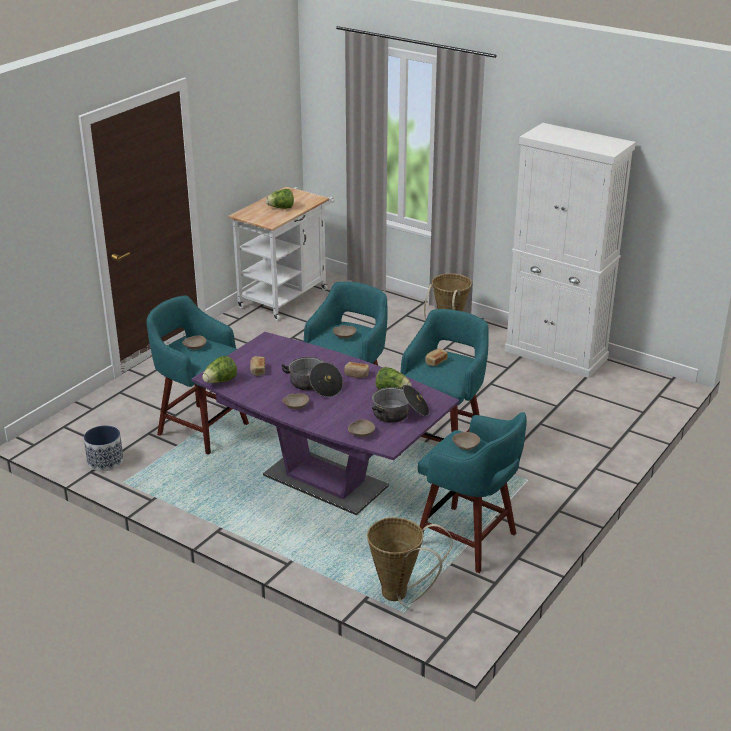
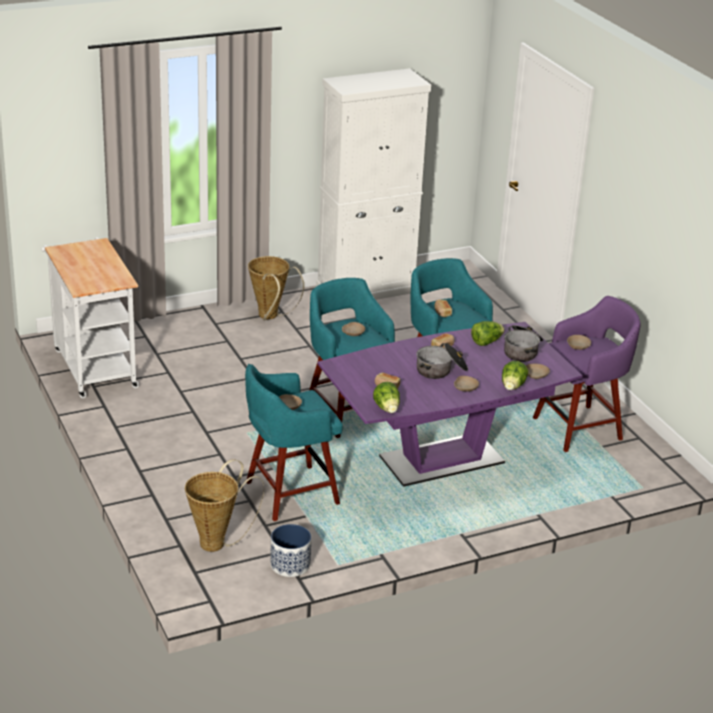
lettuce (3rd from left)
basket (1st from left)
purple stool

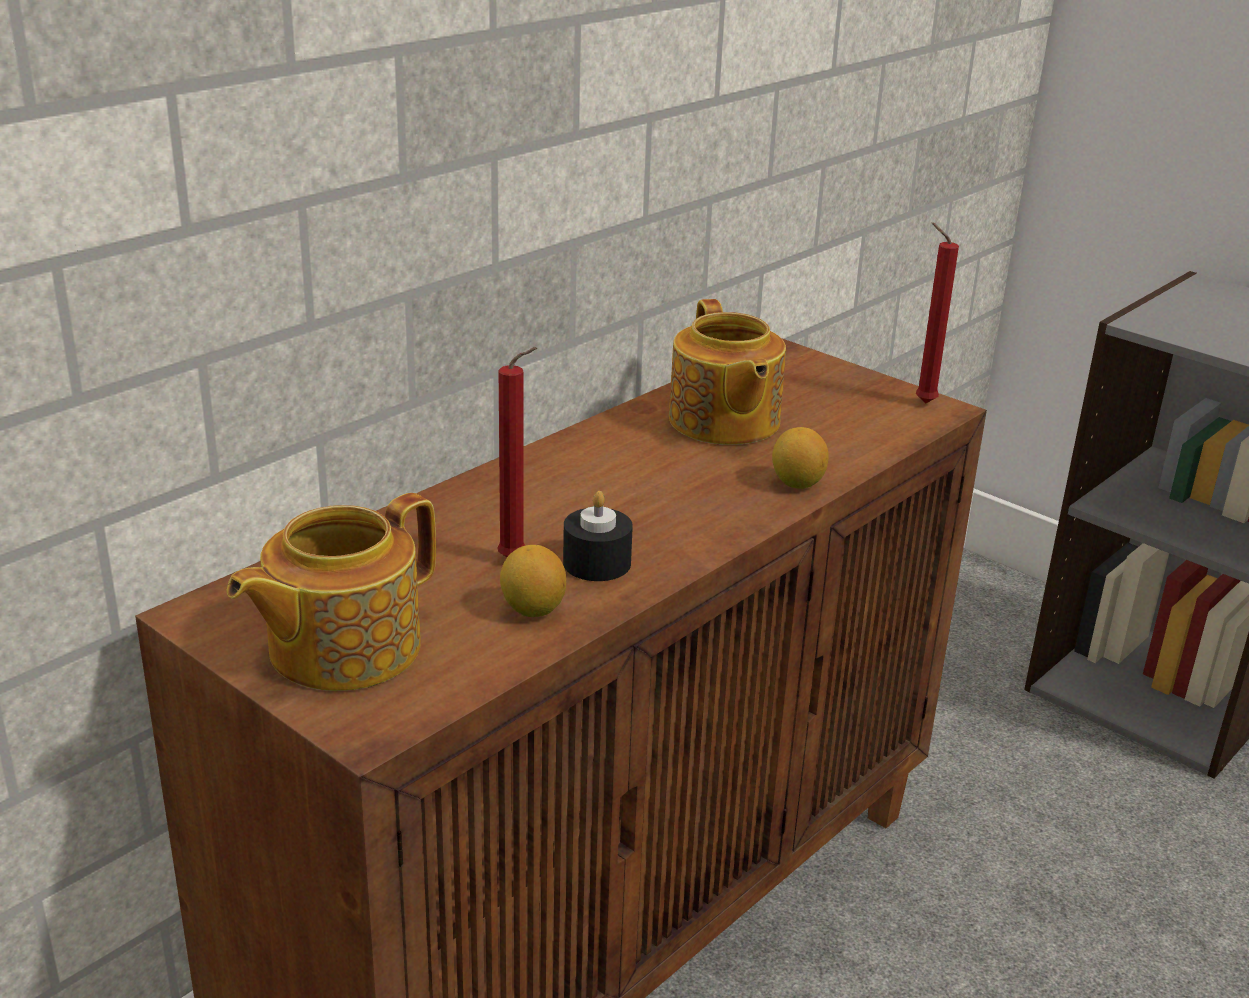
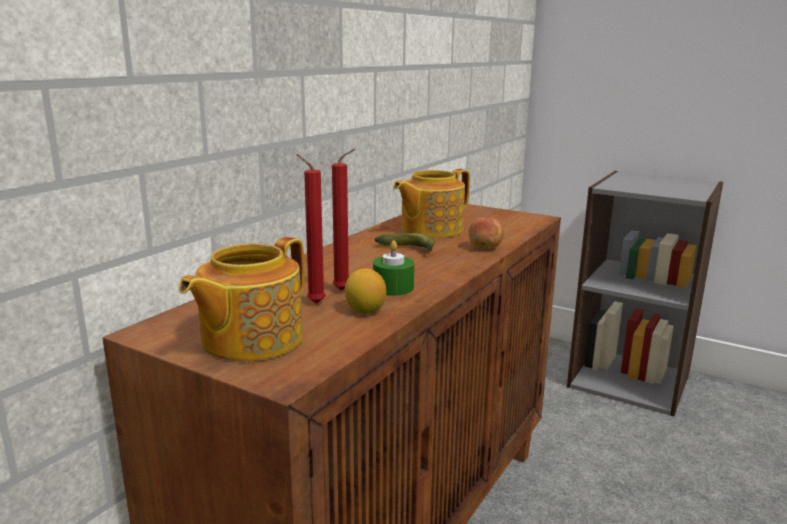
banana
red candle (1st from left)
apple
green candle
teapot (2nd from left)

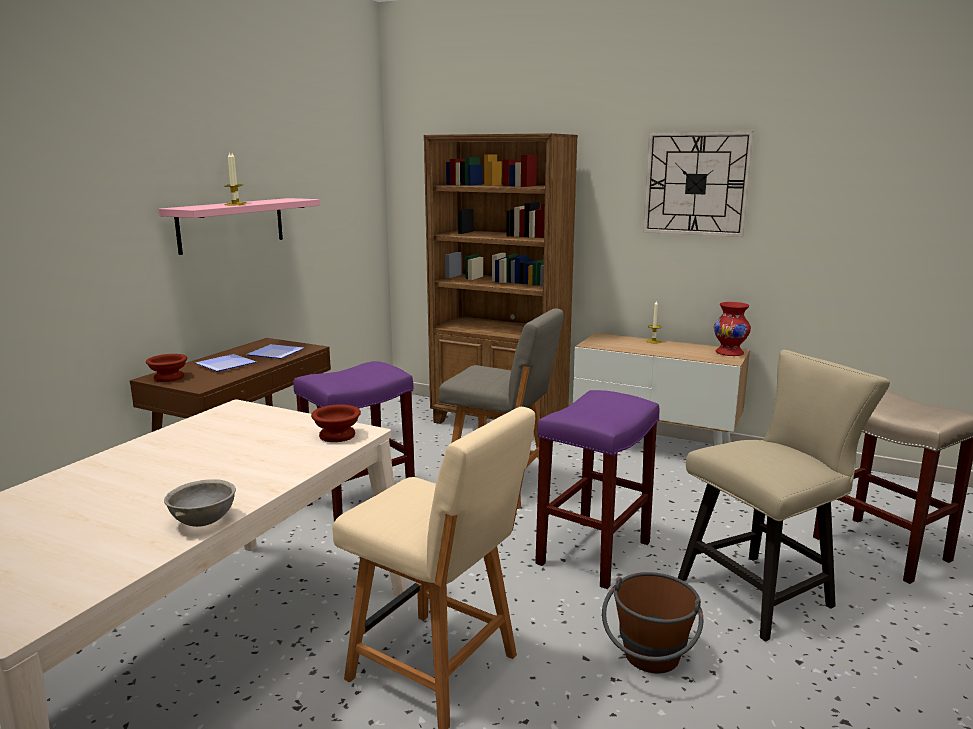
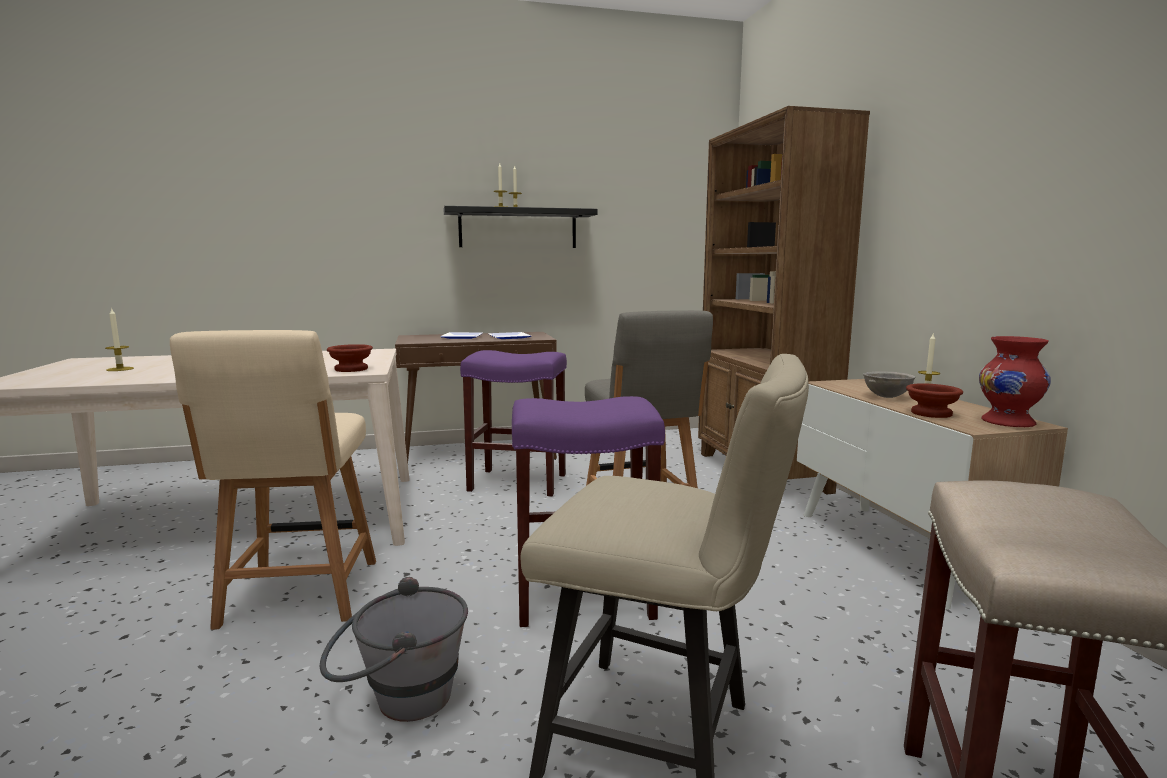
wall clock
candle (1st from left)
brown bowl (2nd from left)
grey bowl
black shelf
grey bucket

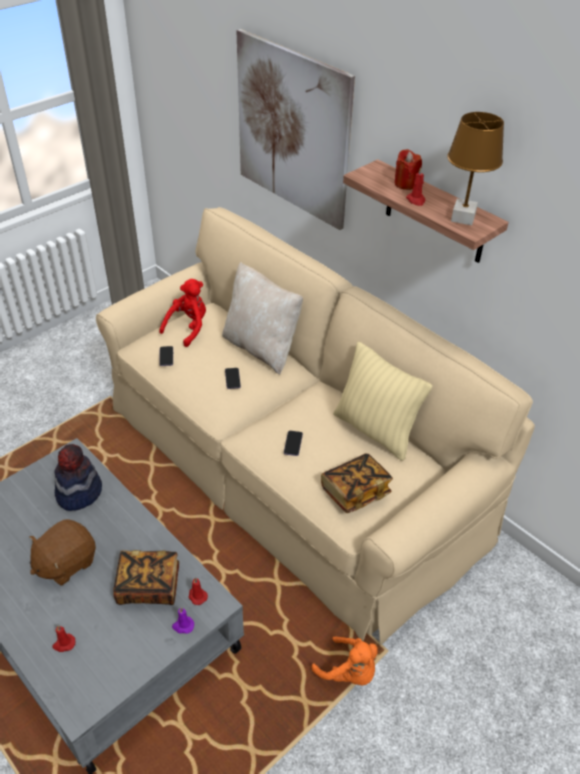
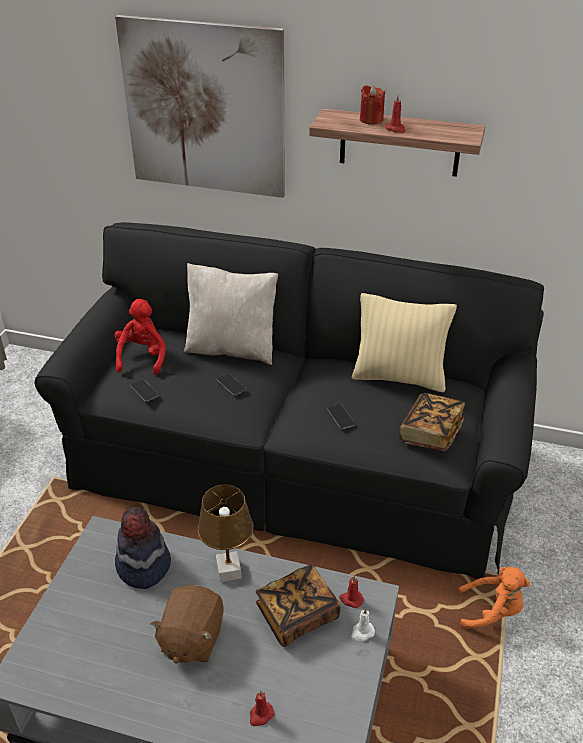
brown table lamp
black sofa
white candle

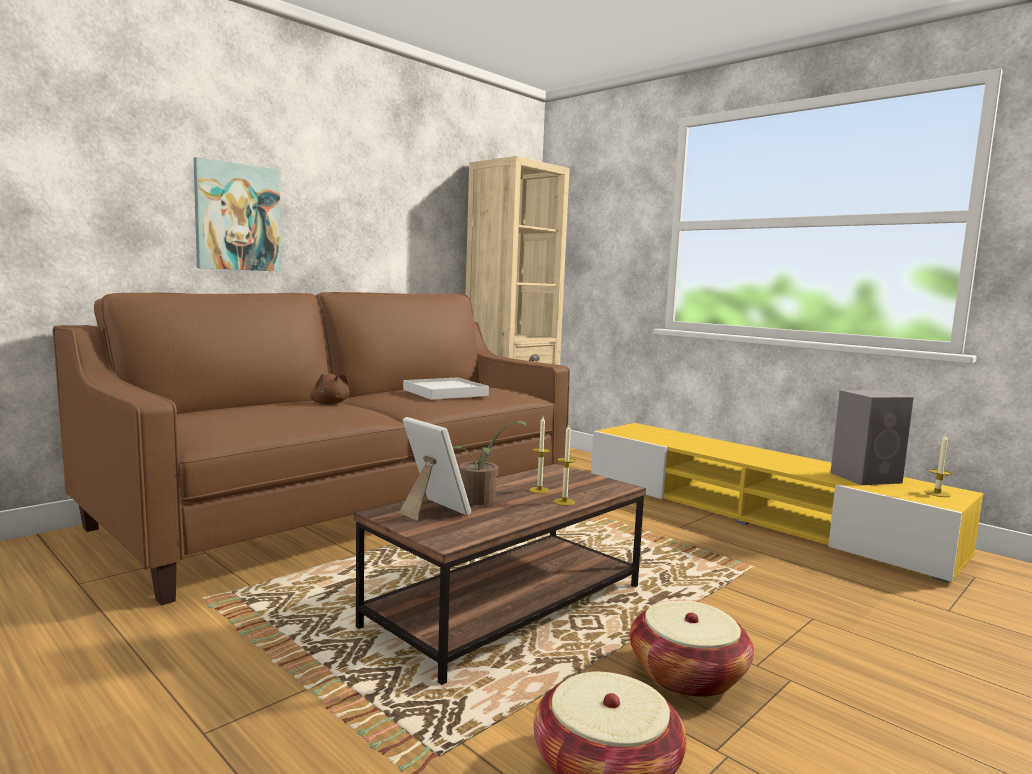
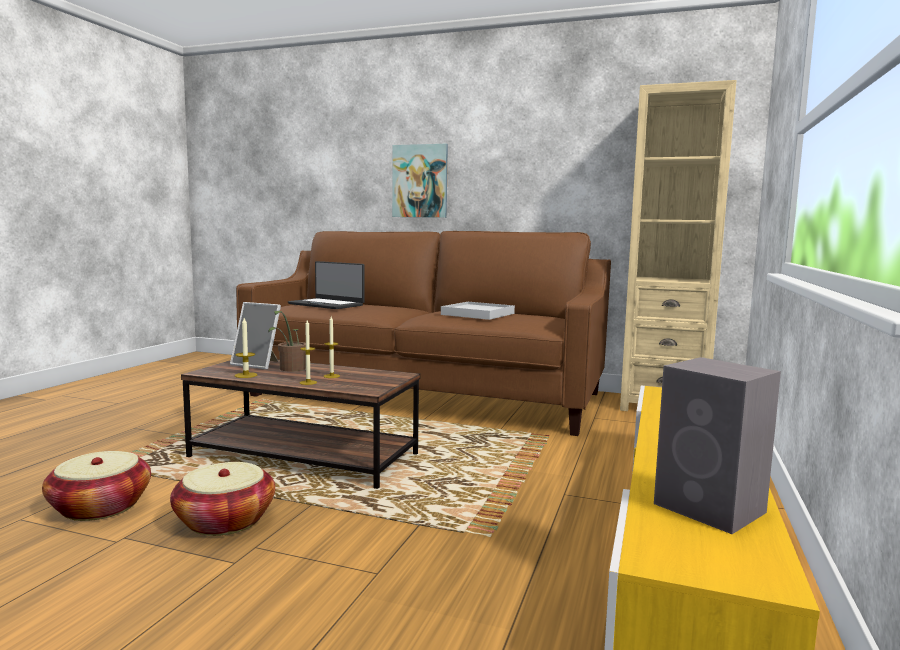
brown plush toy
laptop
candle (1st from left)
picture frame

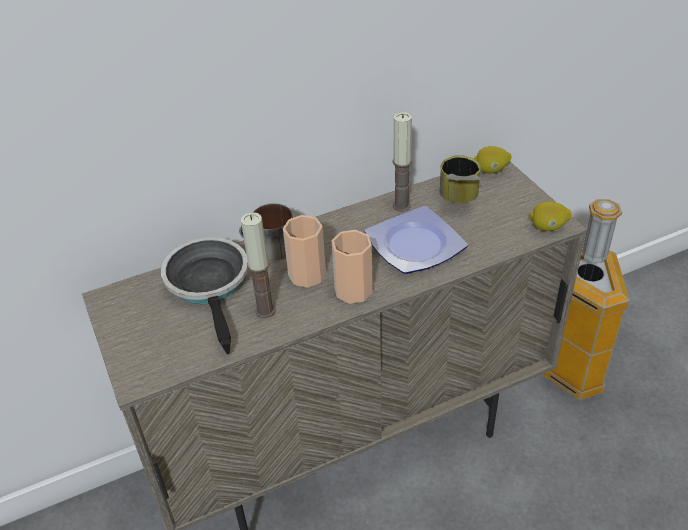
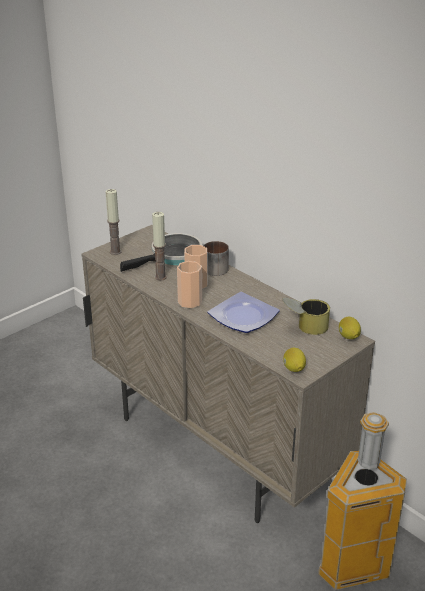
candle (1st from left)

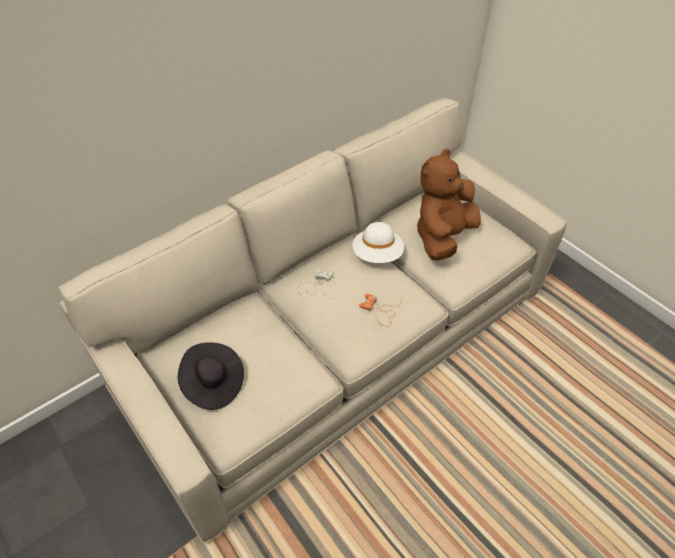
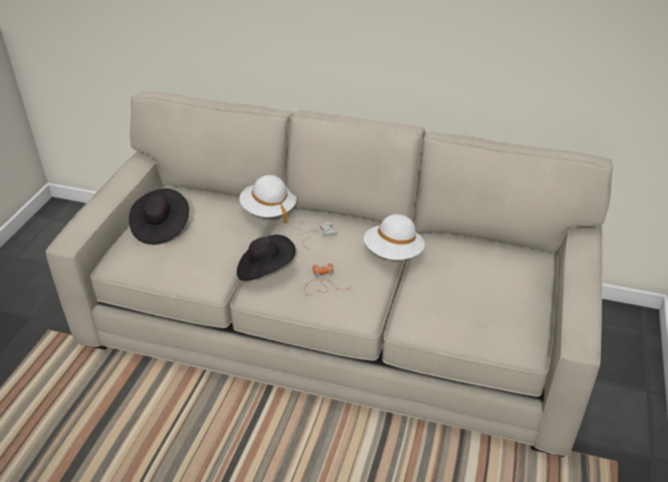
brown plush toy
black hat (2nd from left)
white hat (1st from left)

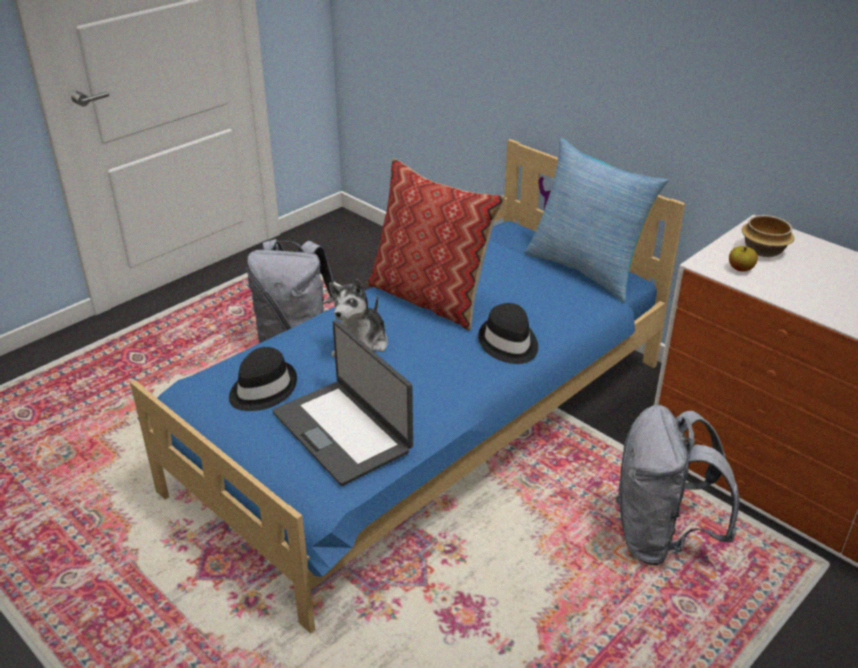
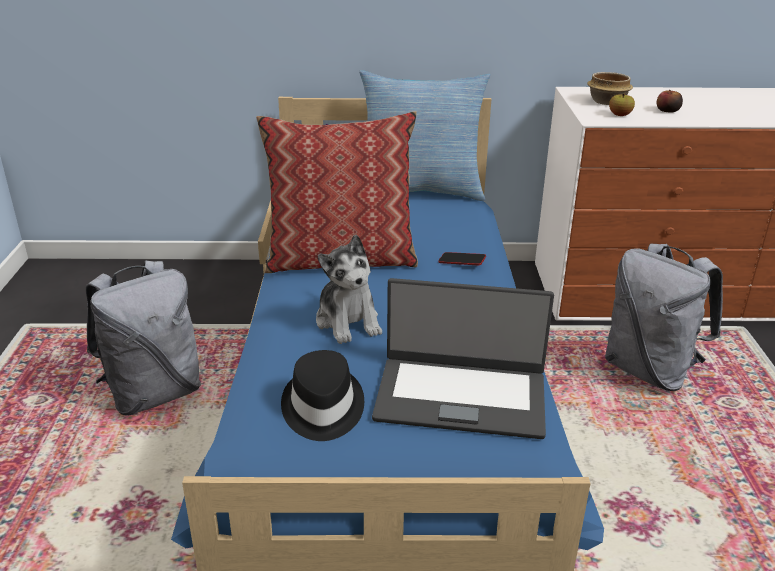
apple (2nd from left)
phone

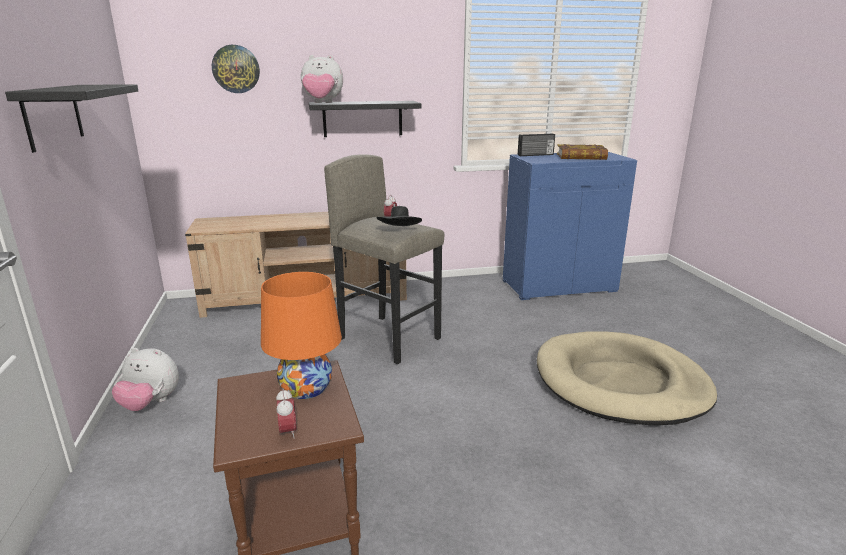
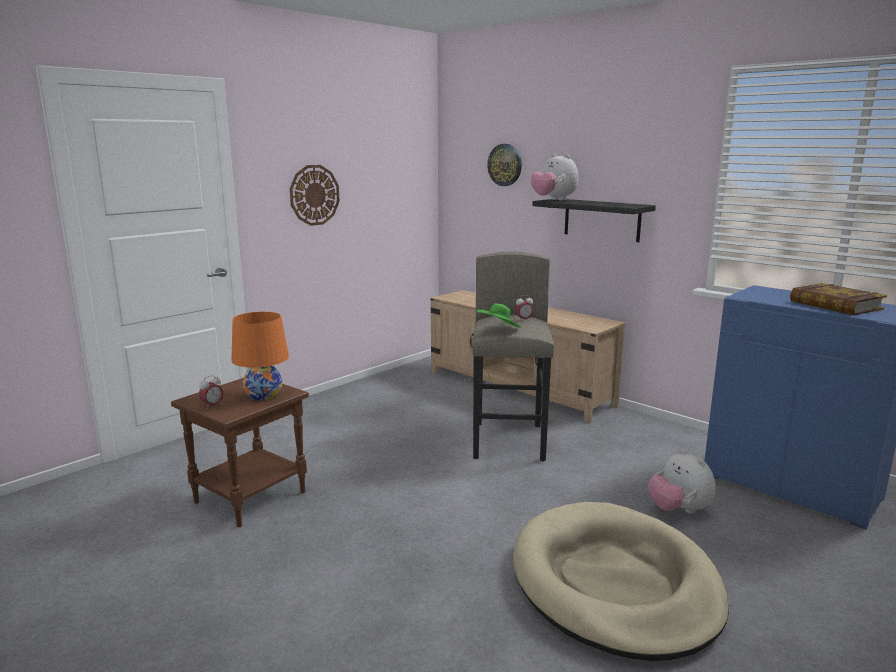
radio
plush toy (2nd from left)
wall clock (1st from left)
green hat

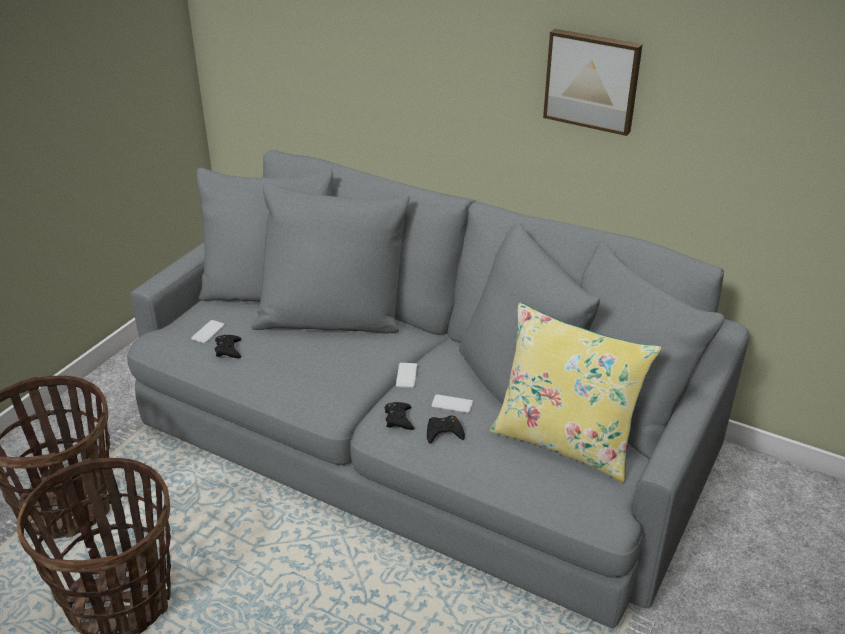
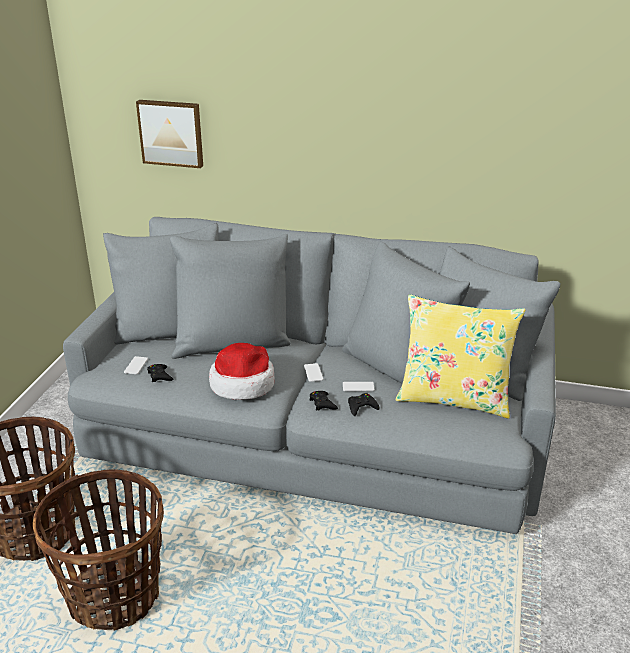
hat
picture

